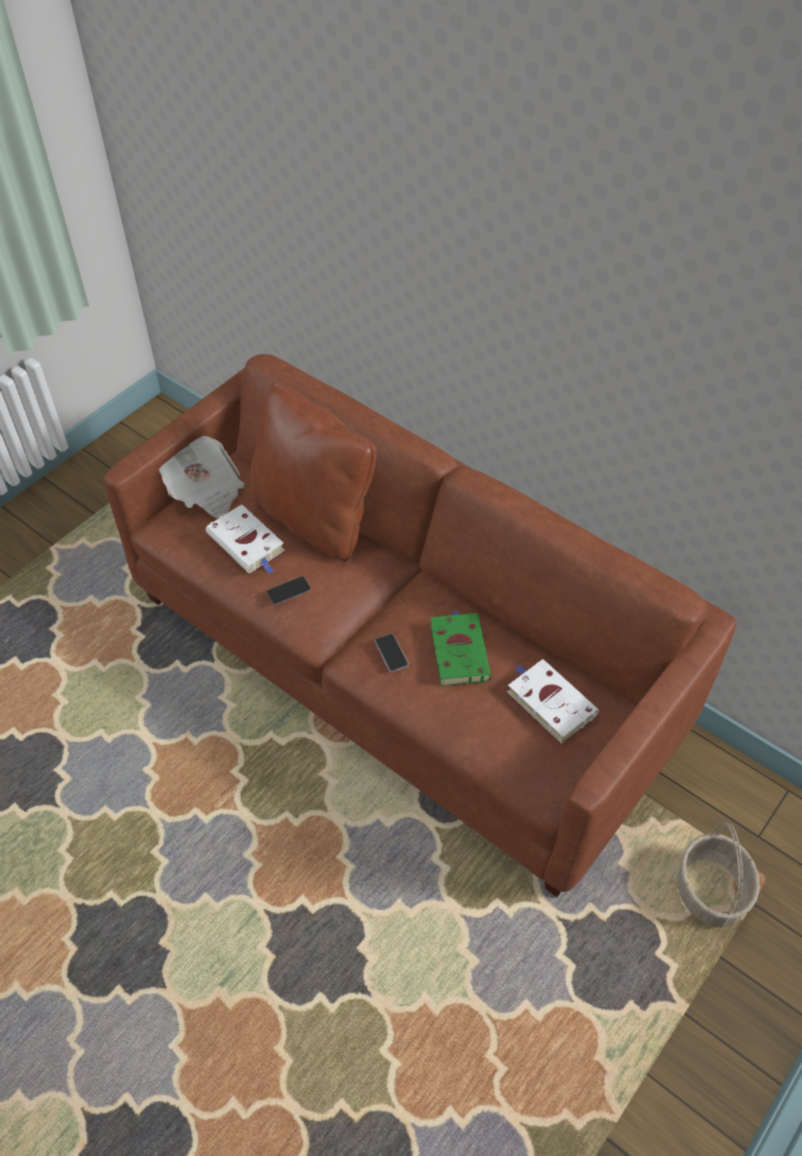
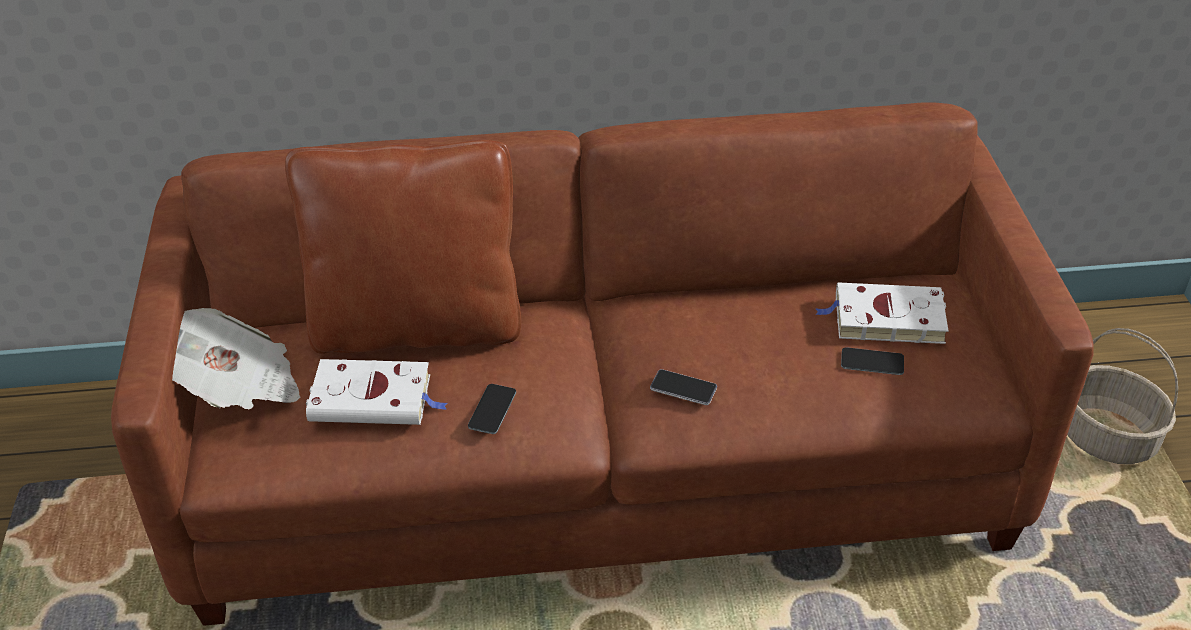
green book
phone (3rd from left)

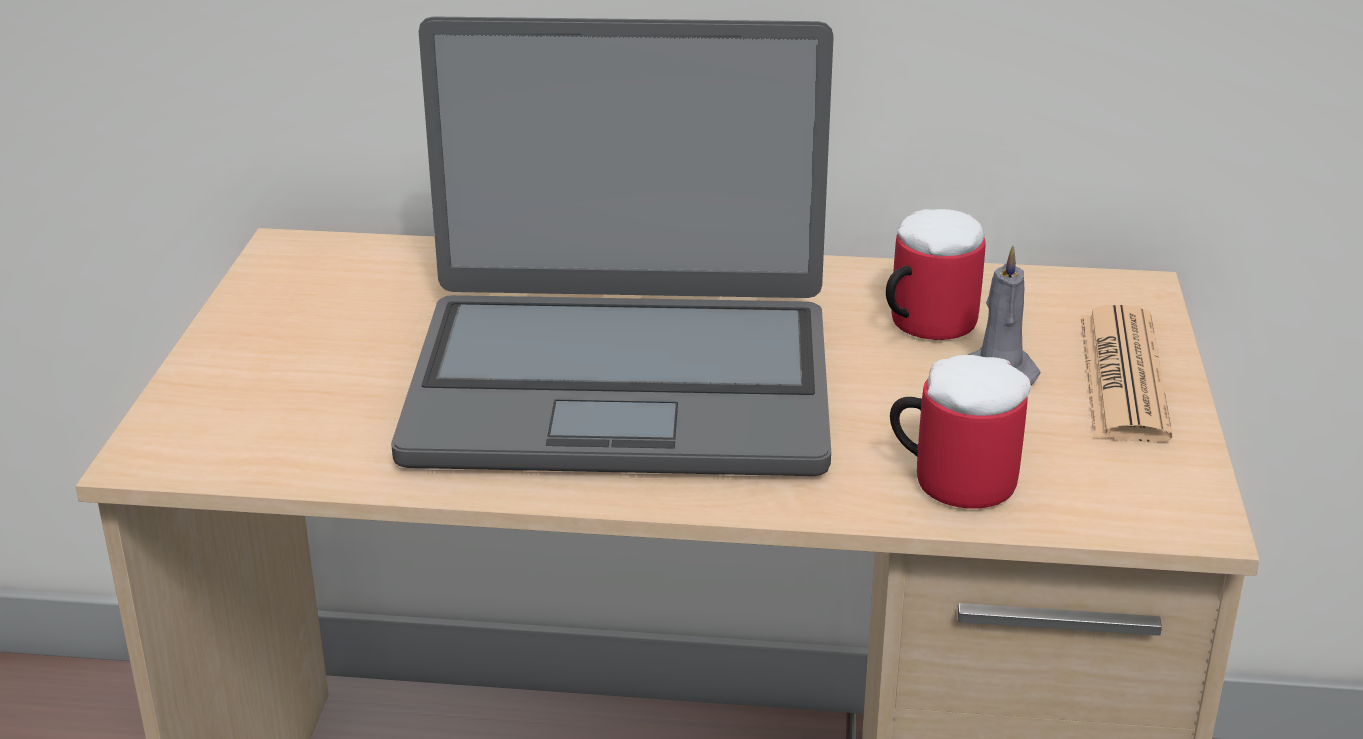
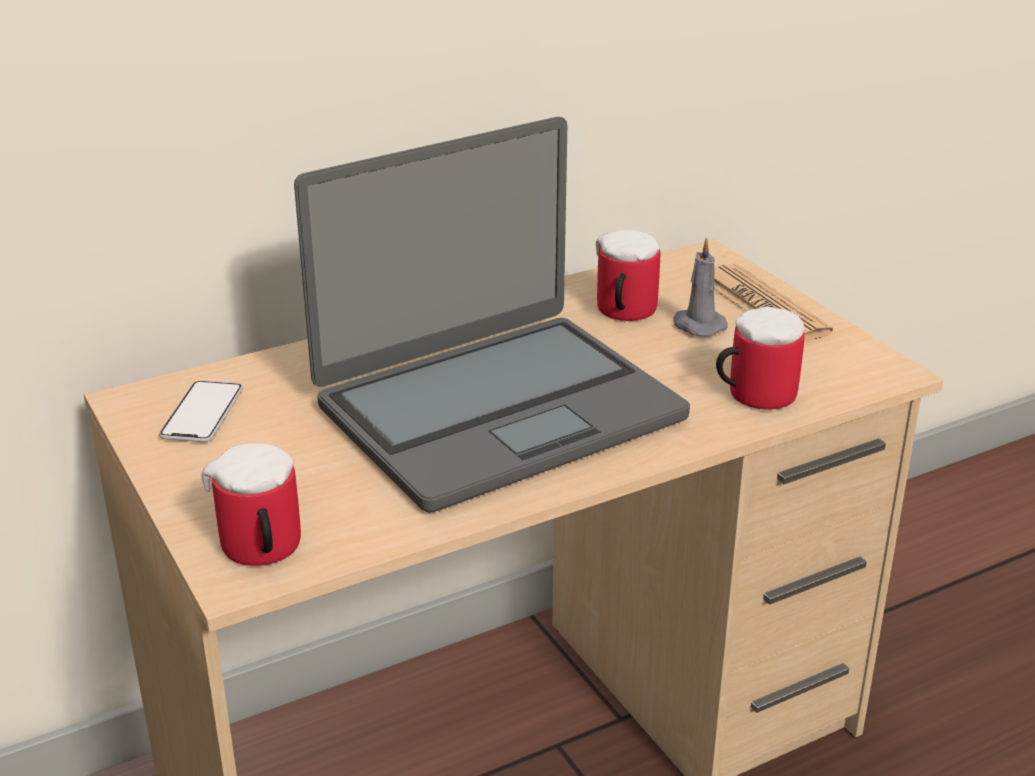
phone
mug (1st from left)

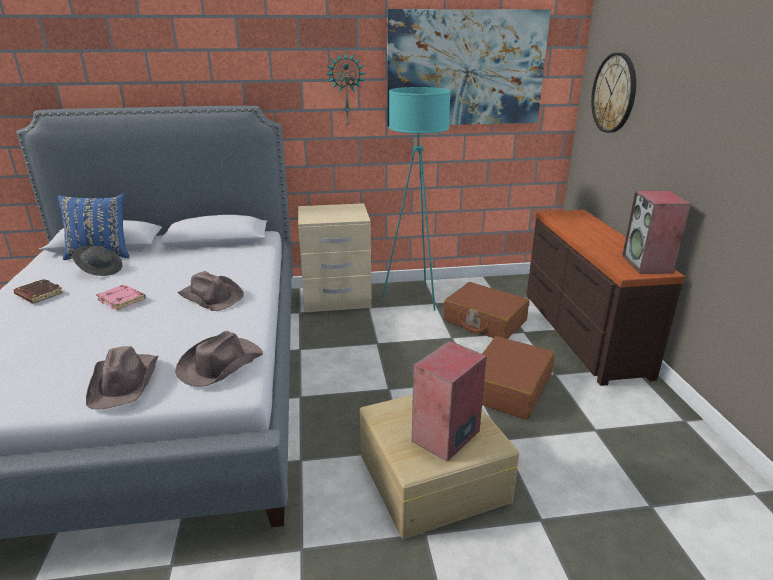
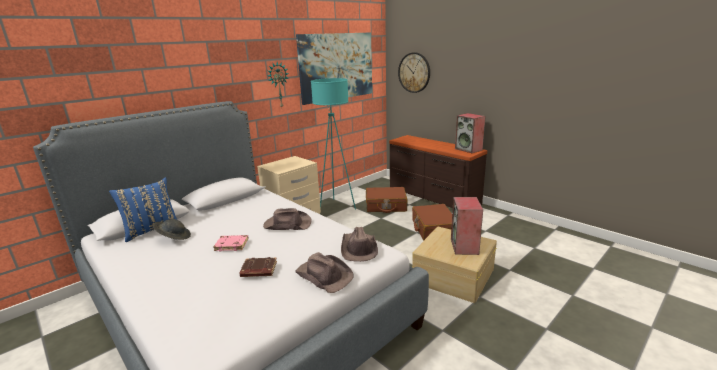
brown book

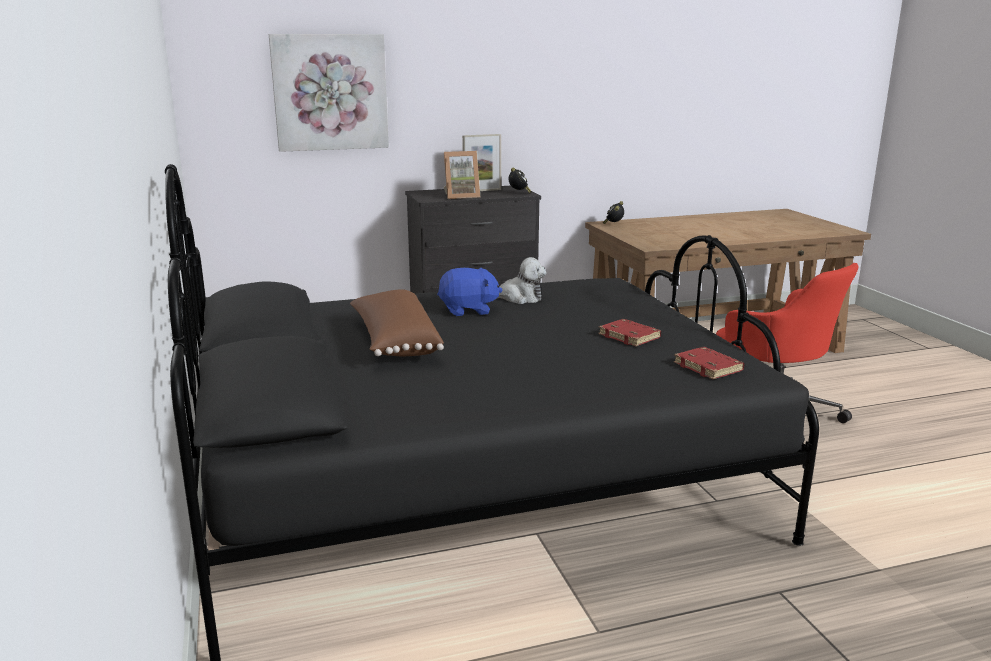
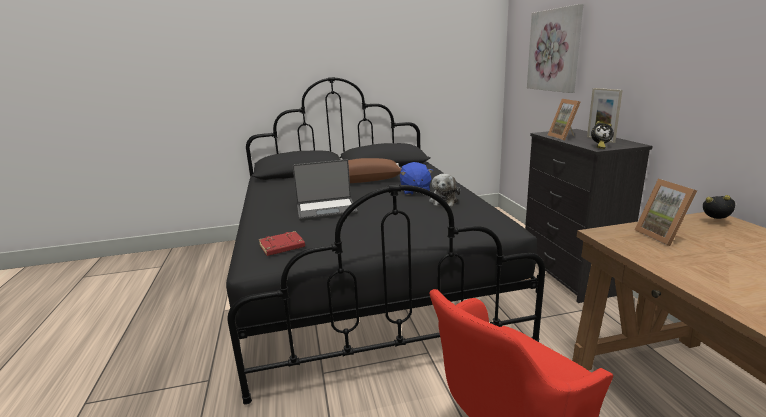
red book (1st from left in the first image)
laptop
picture frame (3rd from left)

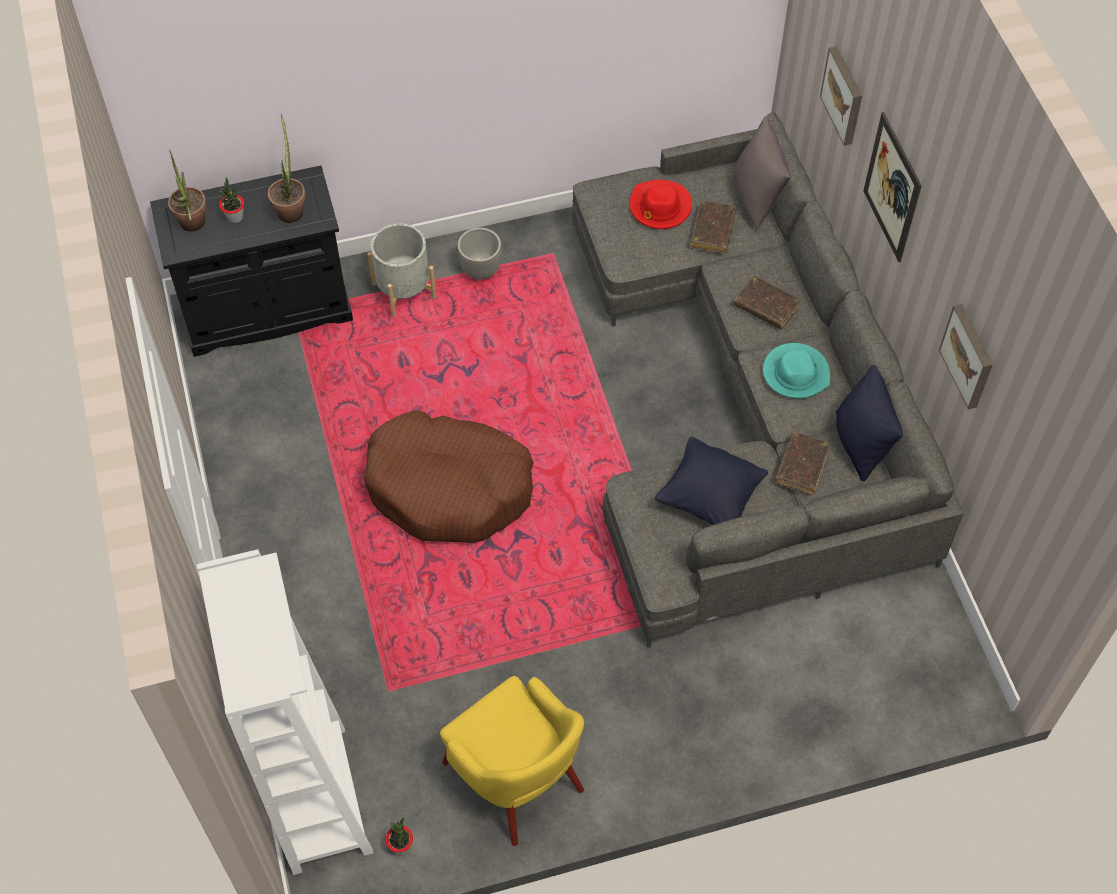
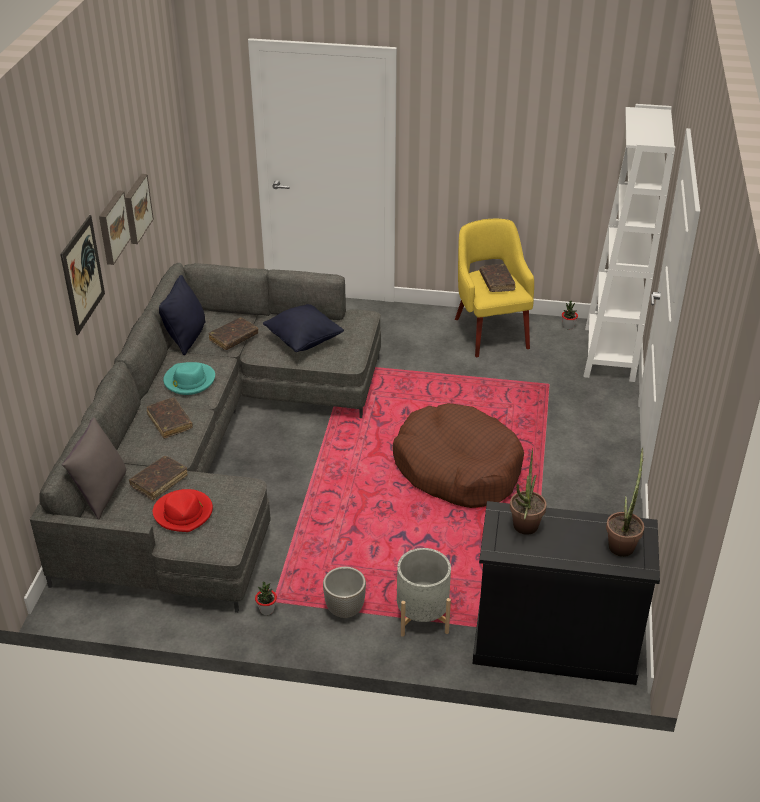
brown book (4th from left)
potted plant (1st from left)
picture (2nd from left)

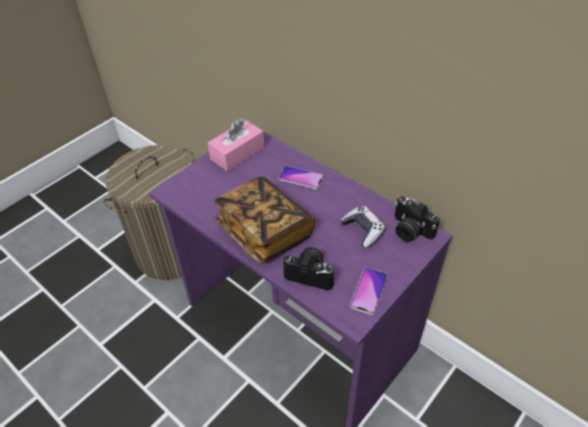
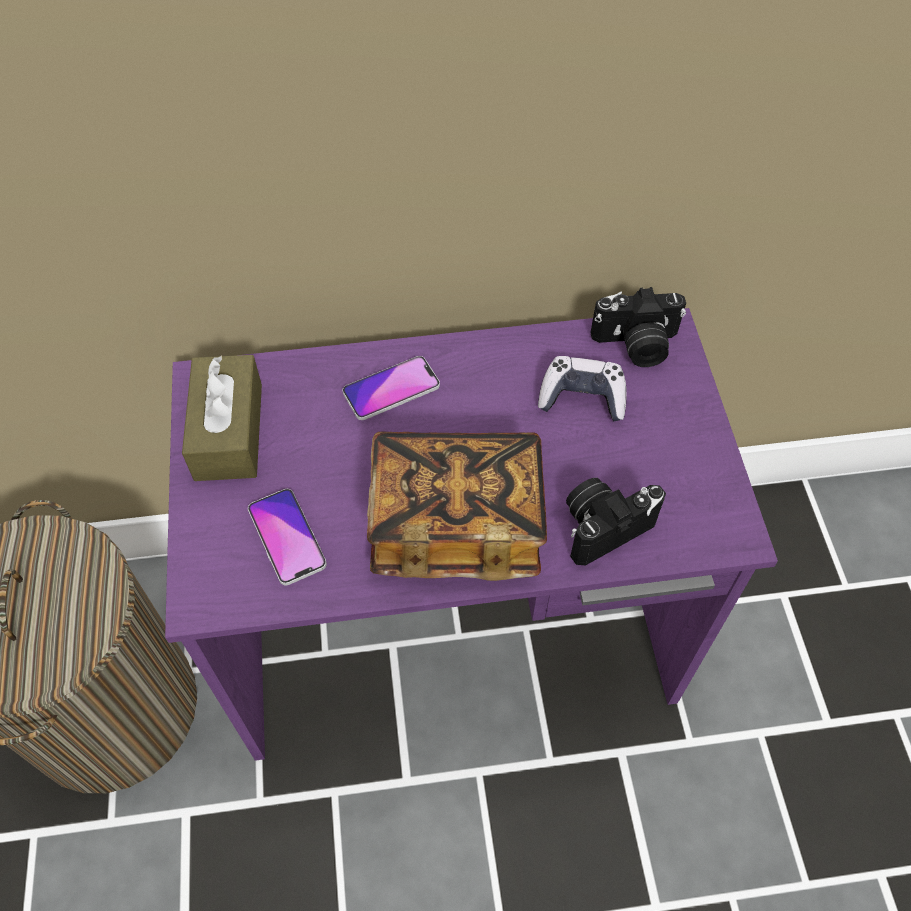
phone (1st from left)
brown tissue box

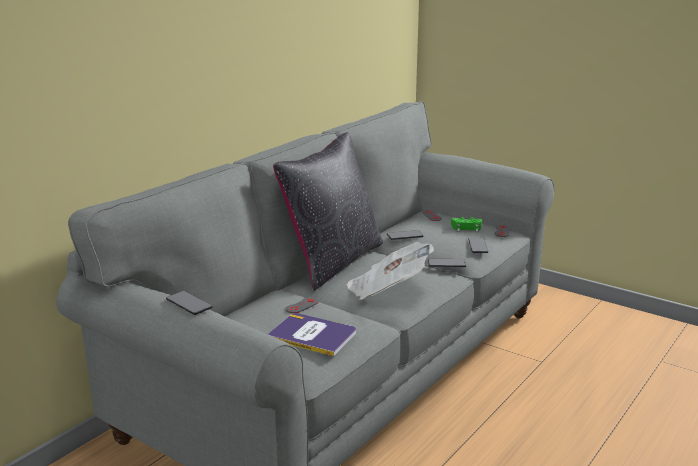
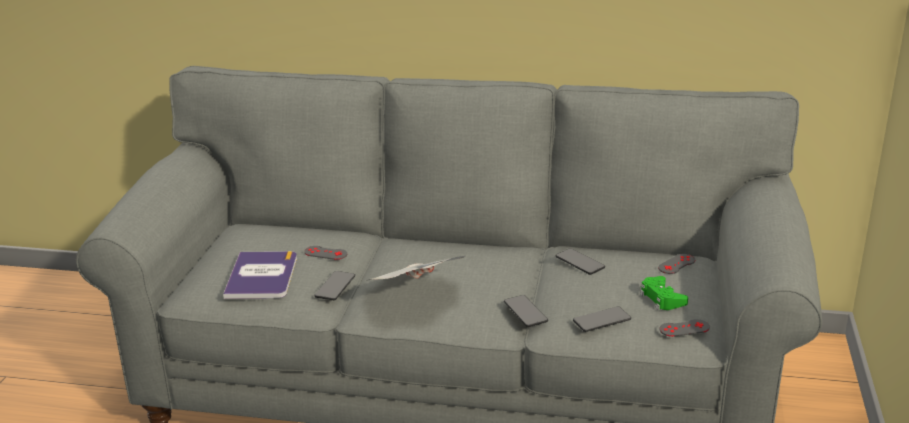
black pillow
phone (1st from left)

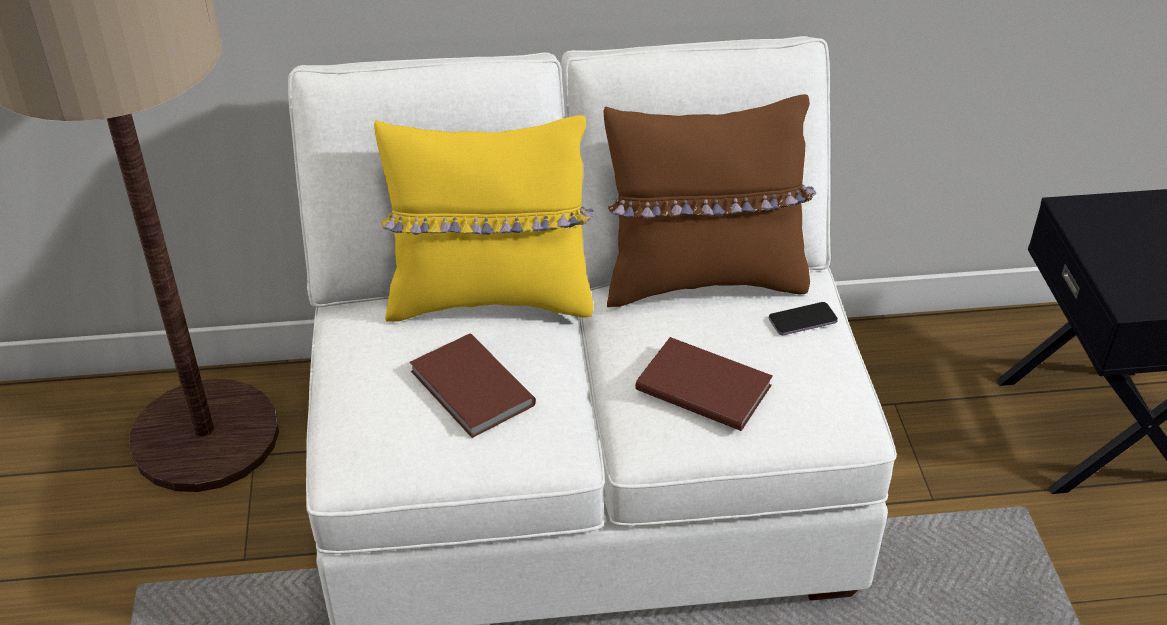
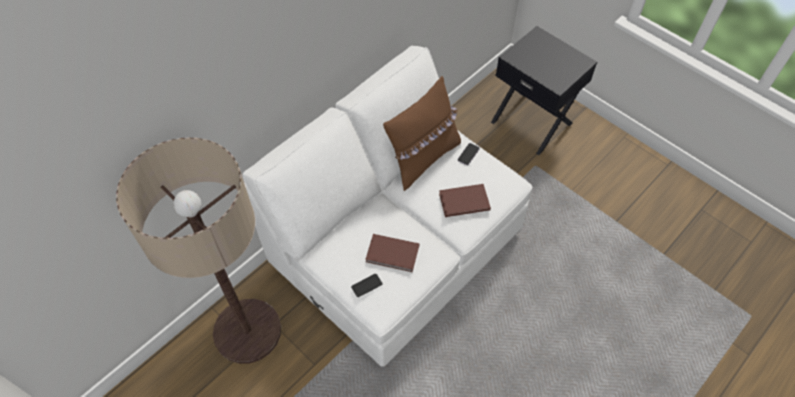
yellow pillow
phone (1st from left)

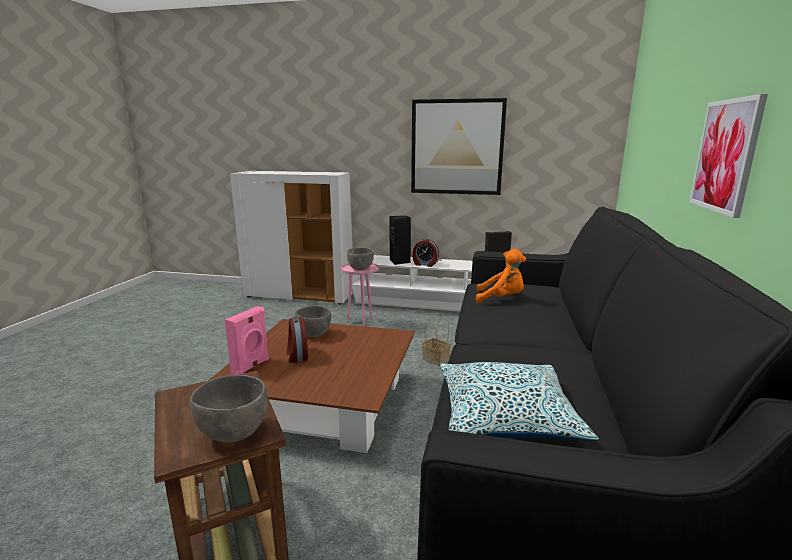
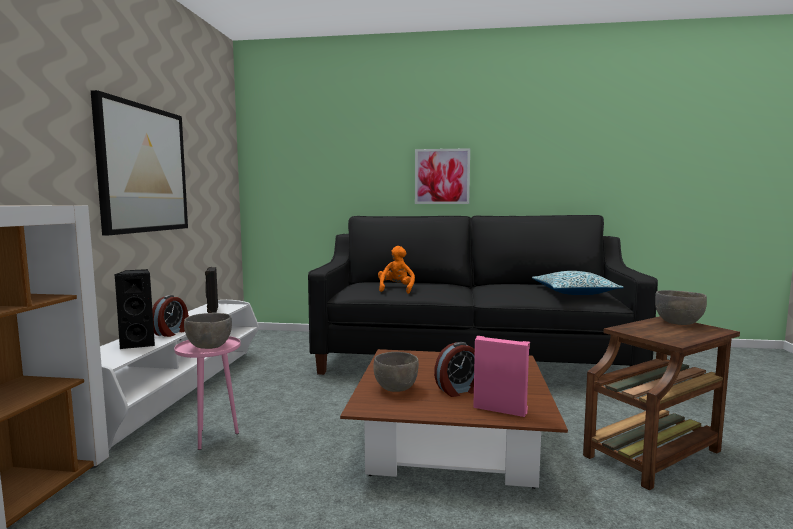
basket

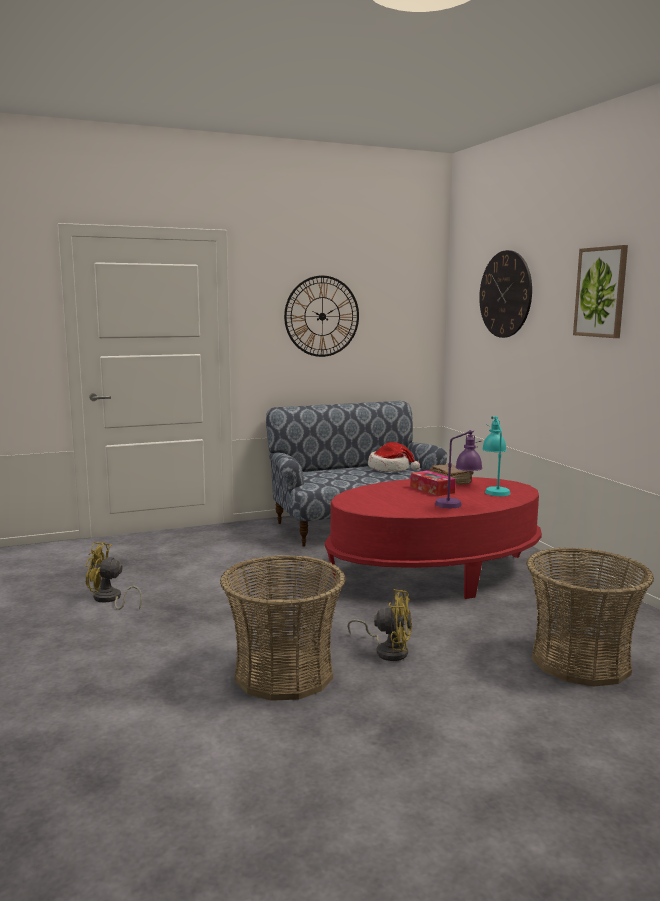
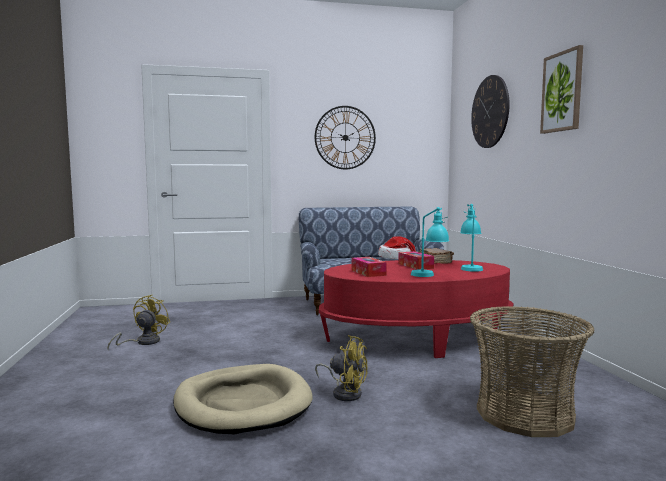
tissue box (1st from left)
beige dog bed
turquoise table lamp (1st from left)
yellow fan (1st from left)

